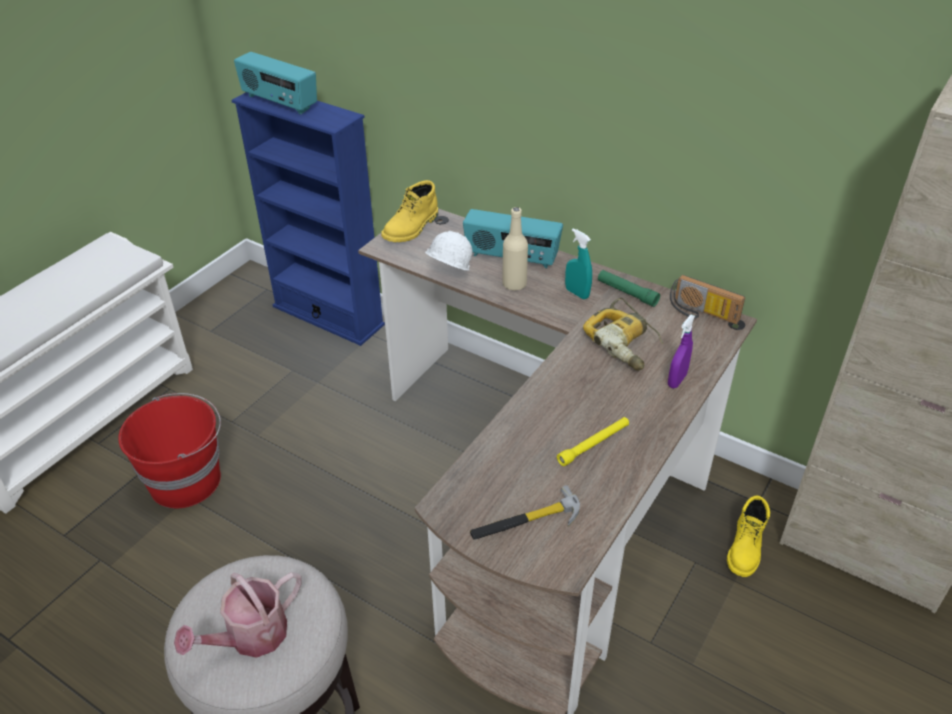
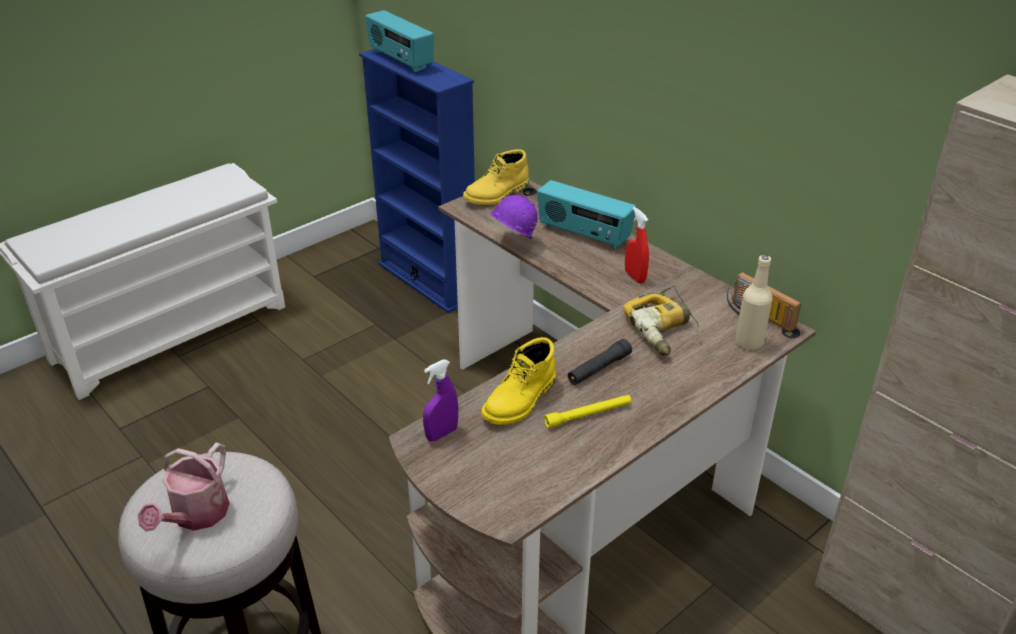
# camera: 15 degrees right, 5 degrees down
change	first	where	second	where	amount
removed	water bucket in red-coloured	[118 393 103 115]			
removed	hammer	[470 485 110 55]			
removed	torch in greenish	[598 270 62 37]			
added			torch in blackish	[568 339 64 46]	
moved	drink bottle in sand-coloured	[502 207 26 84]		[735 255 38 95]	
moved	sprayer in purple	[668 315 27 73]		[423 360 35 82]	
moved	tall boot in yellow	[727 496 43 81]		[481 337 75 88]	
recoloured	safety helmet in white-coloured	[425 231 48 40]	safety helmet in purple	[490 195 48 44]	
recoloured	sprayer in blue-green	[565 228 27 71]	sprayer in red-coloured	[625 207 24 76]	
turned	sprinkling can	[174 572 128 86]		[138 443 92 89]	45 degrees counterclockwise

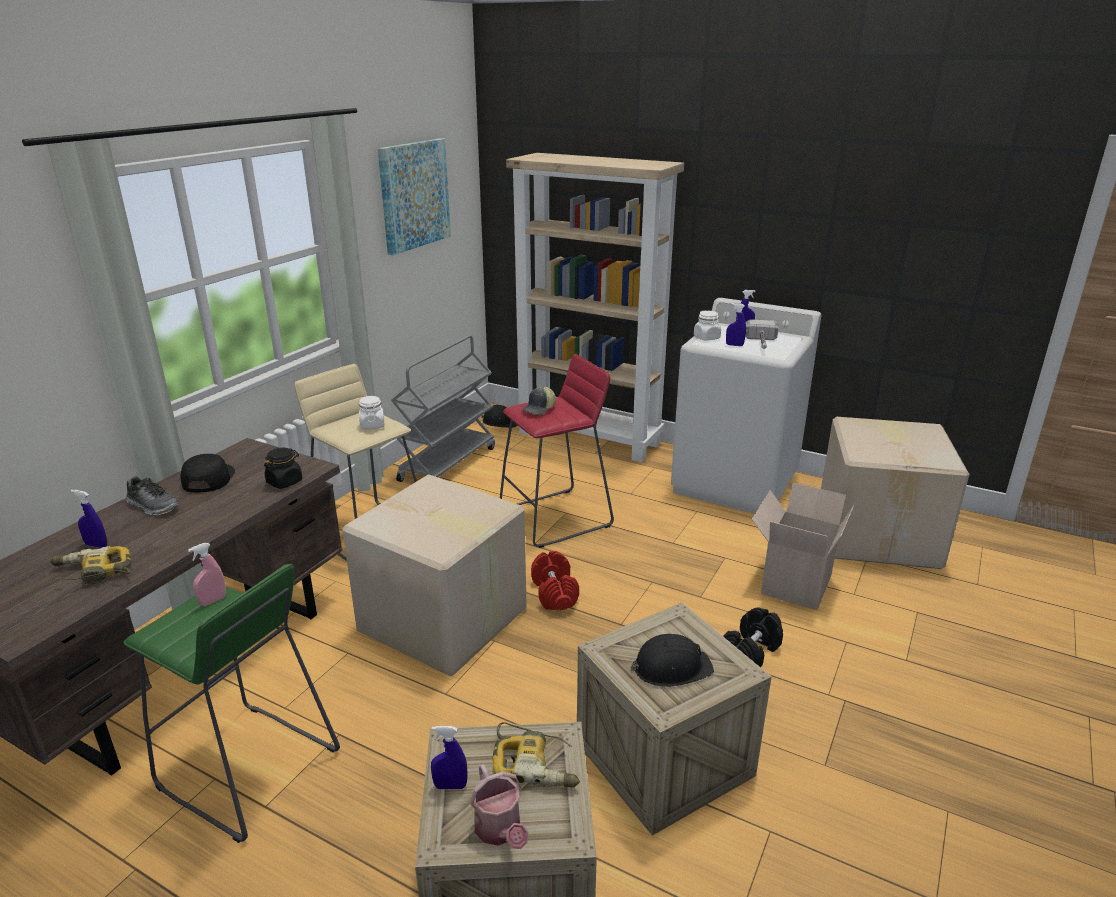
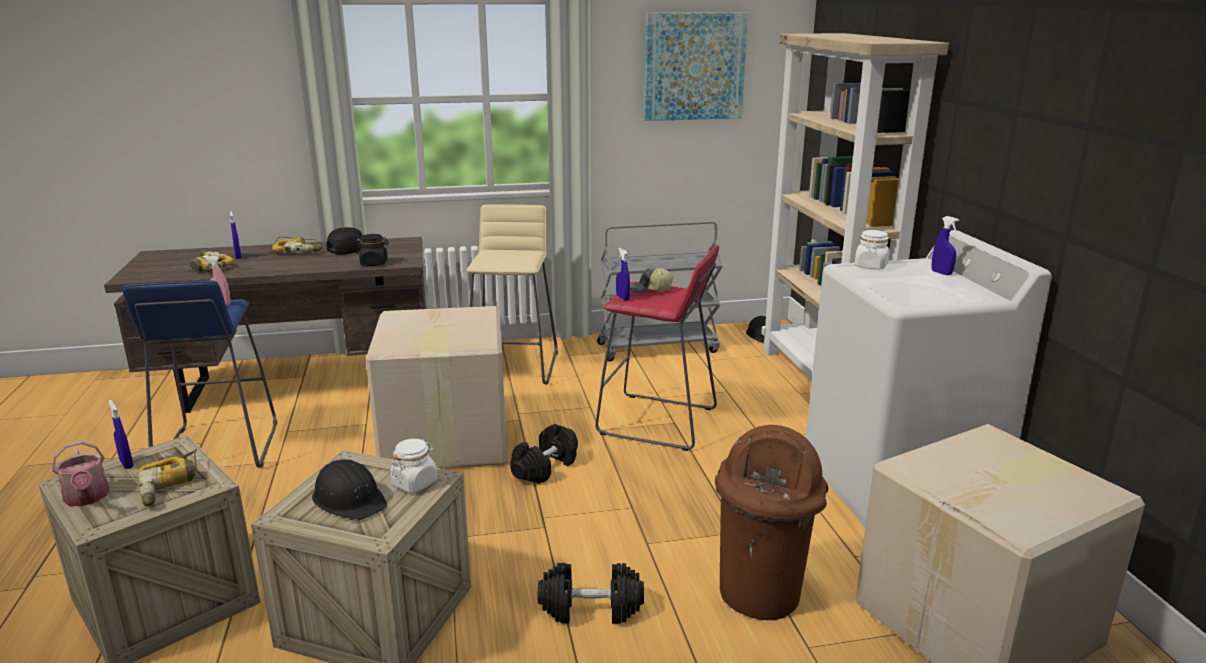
# camera: 50 degrees right, 5 degrees down
change	first	where	second	where	amount
removed	hammer	[745 319 34 30]			
moved	storage jar in white-coloured	[359 396 26 33]		[390 439 47 54]	
moved	sprayer in blue	[726 303 20 43]		[616 248 14 53]	
replaced	item of footwear	[126 476 53 39]	power drill	[272 236 51 17]	
replaced	cardboard box	[752 483 102 127]	trash can in brown	[715 425 113 195]	
recoloured	sitting stool in greenish	[124 564 216 279]	sitting stool in blue	[122 280 155 187]	
recoloured	hand weight in red-coloured	[531 551 48 59]	hand weight in blackish	[510 424 68 60]	
turned	sprinkling can	[470 764 58 85]		[52 441 58 65]	60 degrees counterclockwise

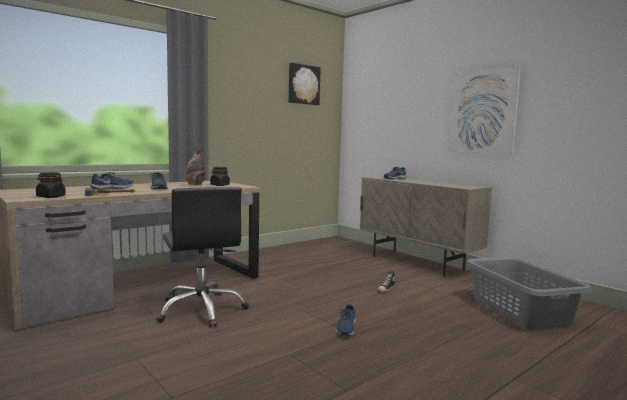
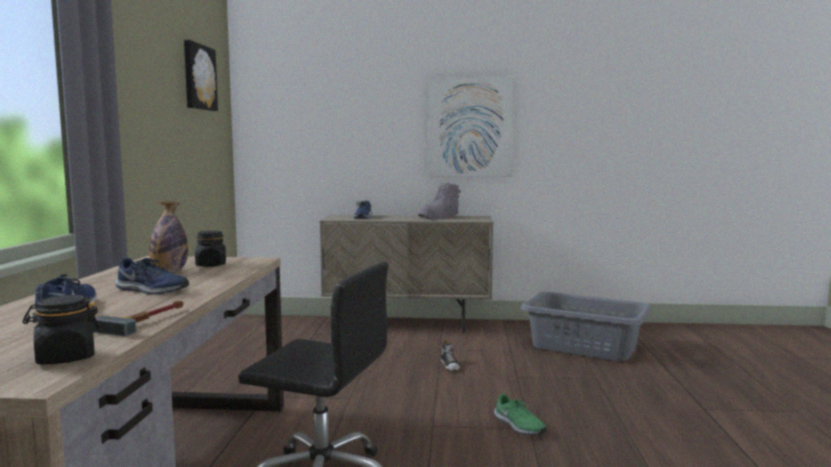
# camera: 45 degrees left, 0 degrees up
change	first	where	second	where	amount
added			tall boot in grey	[418 183 43 36]	
recoloured	item of footwear in blue	[336 304 20 32]	item of footwear in greenish	[494 394 53 41]	

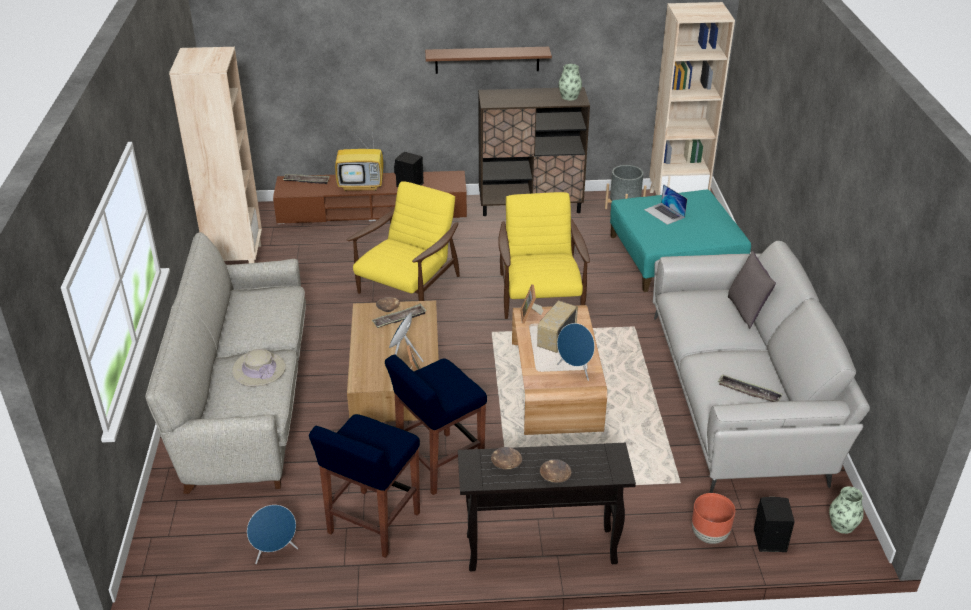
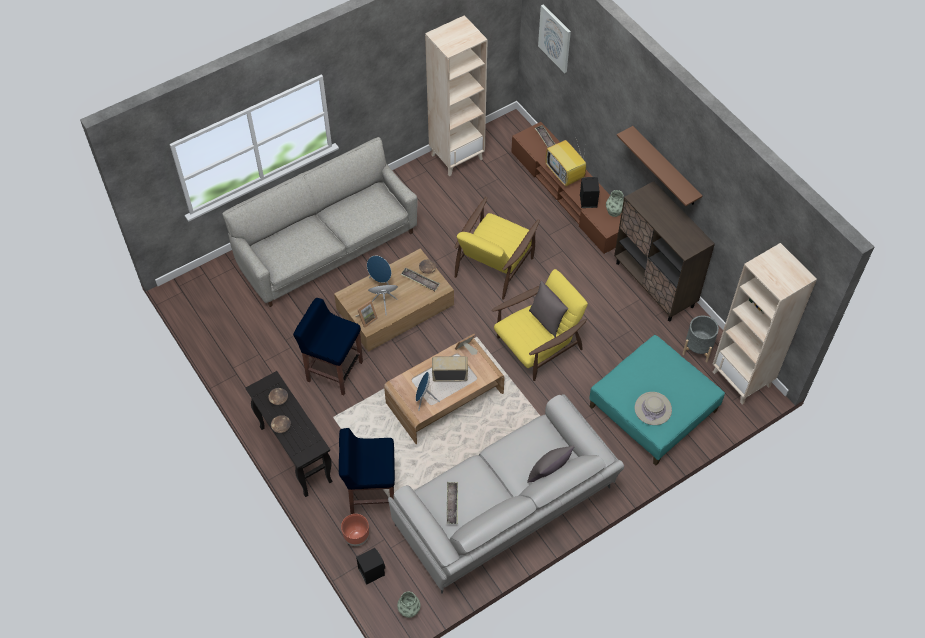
# camera: 60 degrees right, 20 degrees up
change	first	where	second	where	amount
removed	portable computer	[644 184 43 41]			
added			pillow in grey	[529 281 39 56]	
added			wall art	[538 4 33 69]	
moved	clothing hat in sand-coloured	[232 349 54 38]		[635 392 37 33]	
moved	audio speaker in blue	[247 505 51 59]		[367 255 24 30]	
moved	sitting stool in blue	[309 414 111 144]		[339 428 56 86]	
moved	vase	[559 64 23 36]		[606 190 18 27]	
turned	armchair in yellow	[347 181 113 120]		[455 197 85 103]	120 degrees clockwise

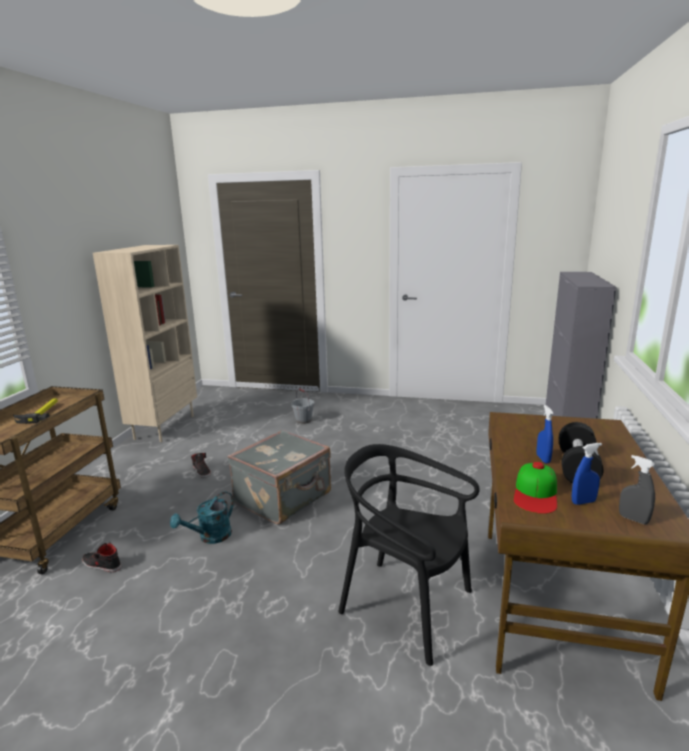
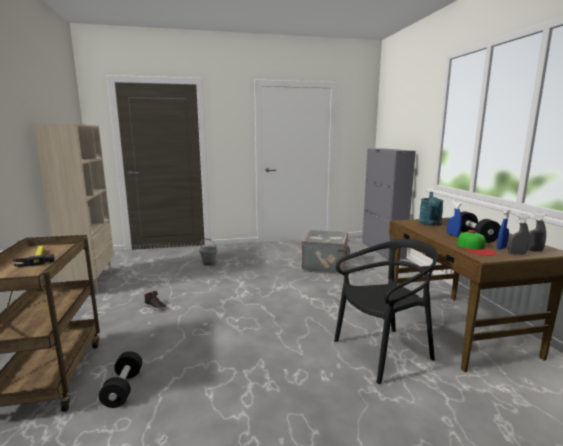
# camera: 25 degrees left, 5 degrees down
change	first	where	second	where	amount
added			sprayer in grey	[508 214 21 41]	
moved	sprinkling can in blue-green	[170 491 64 53]		[419 192 25 34]	
moved	travel case in grey	[228 430 103 94]		[302 230 48 44]	
replaced	item of footwear in blackish	[82 542 39 30]	hand weight in blackish	[99 351 43 57]	
turned	plain chair in blackish	[338 444 142 222]		[334 239 104 145]	150 degrees clockwise

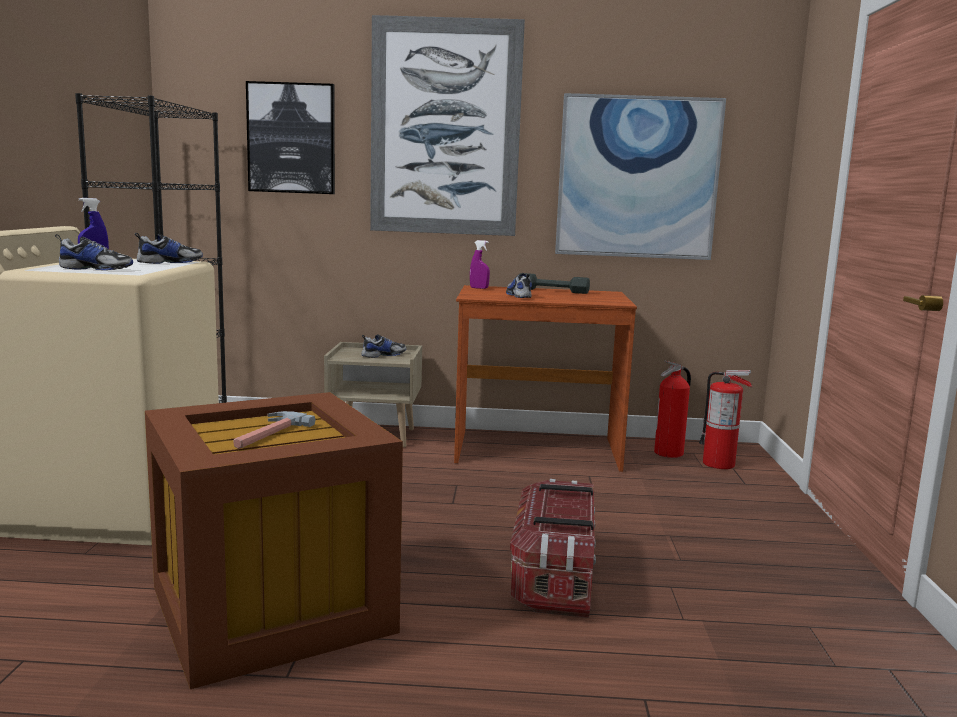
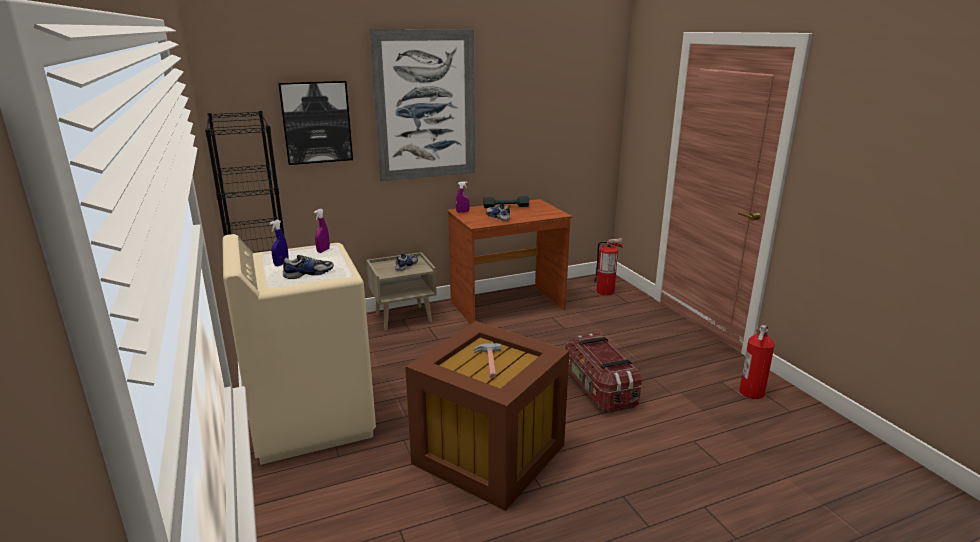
# camera: 25 degrees left, 10 degrees up
change	first	where	second	where	amount
removed	wall art	[555 93 171 167]			
moved	fire-fighting cylinder	[654 360 37 98]		[739 325 36 74]	
replaced	item of footwear	[135 233 68 31]	sprayer in purple	[314 209 16 44]	

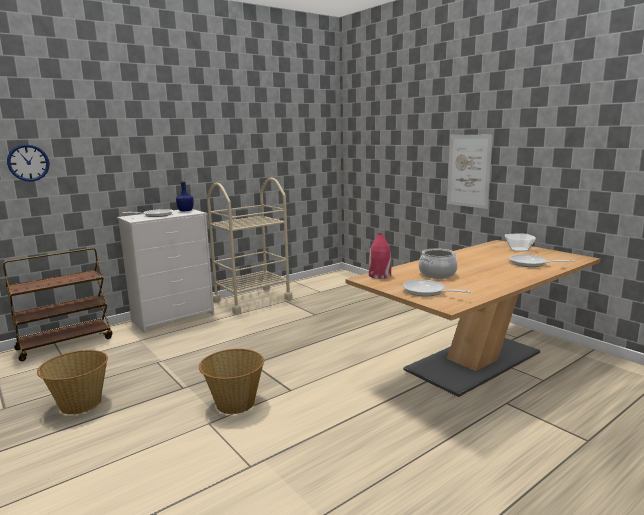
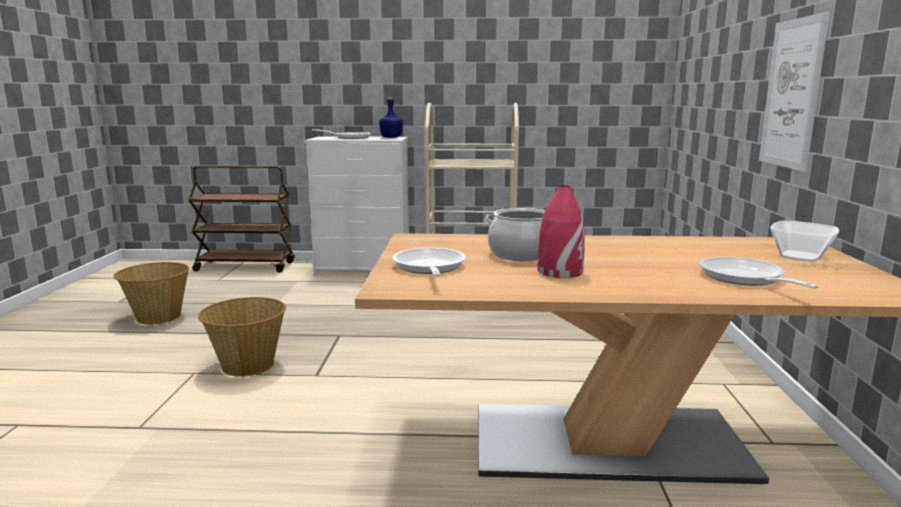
# camera: 40 degrees right, 0 degrees up
change	first	where	second	where	amount
removed	wall clock	[7 144 42 38]			
moved	vase in red-coloured	[369 233 22 46]		[538 185 47 93]	

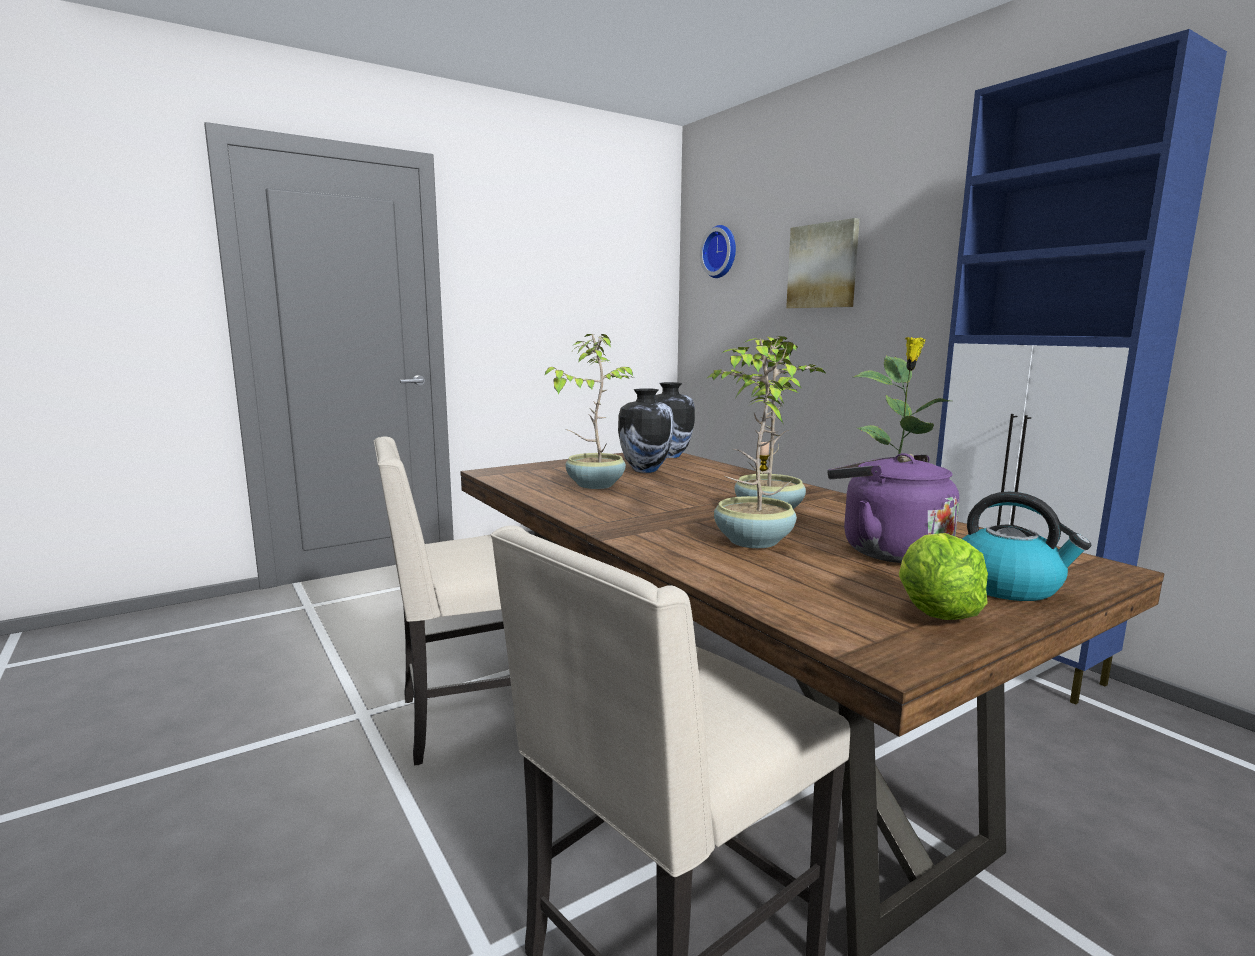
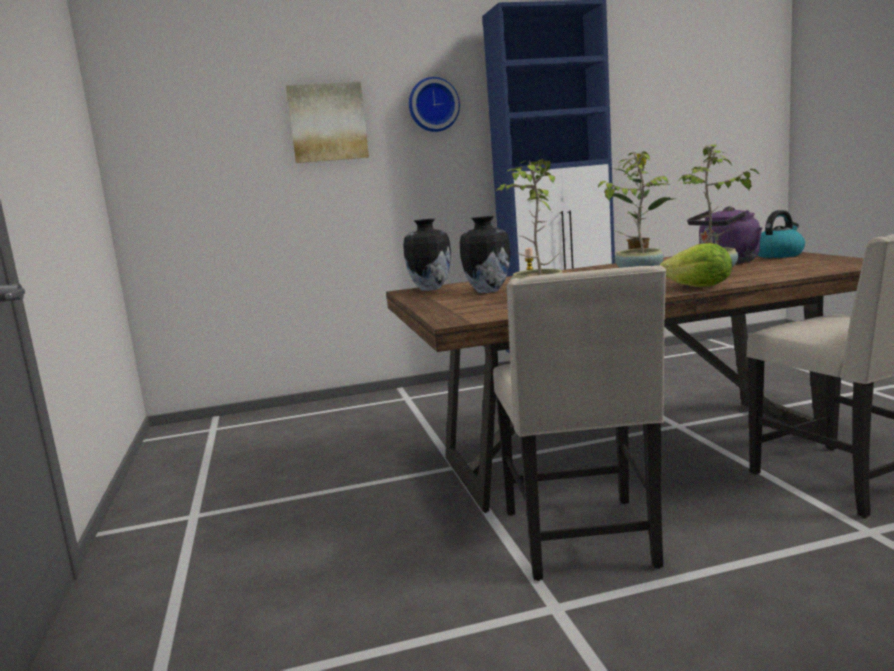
# camera: 70 degrees left, 0 degrees up
change	first	where	second	where	amount
moved	wall clock	[700 225 36 53]		[409 77 51 55]	
moved	head of lettuce	[899 533 89 87]		[660 243 72 44]	

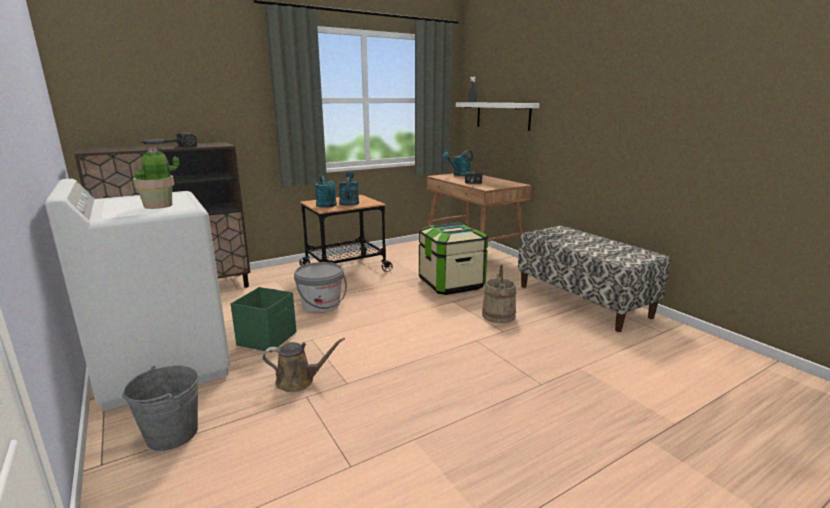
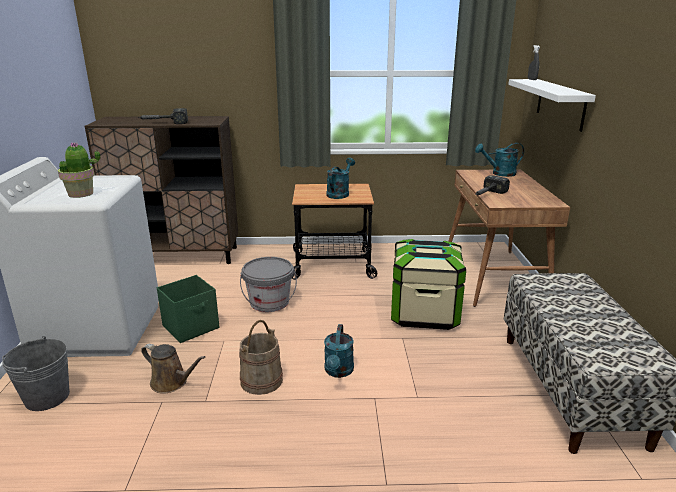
# camera: 30 degrees right, 5 degrees up
change	first	where	second	where	amount
moved	sprinkling can in blue-green	[315 176 22 32]		[324 324 30 54]	
moved	water bucket in sand-coloured	[482 264 34 59]		[239 320 44 75]	

